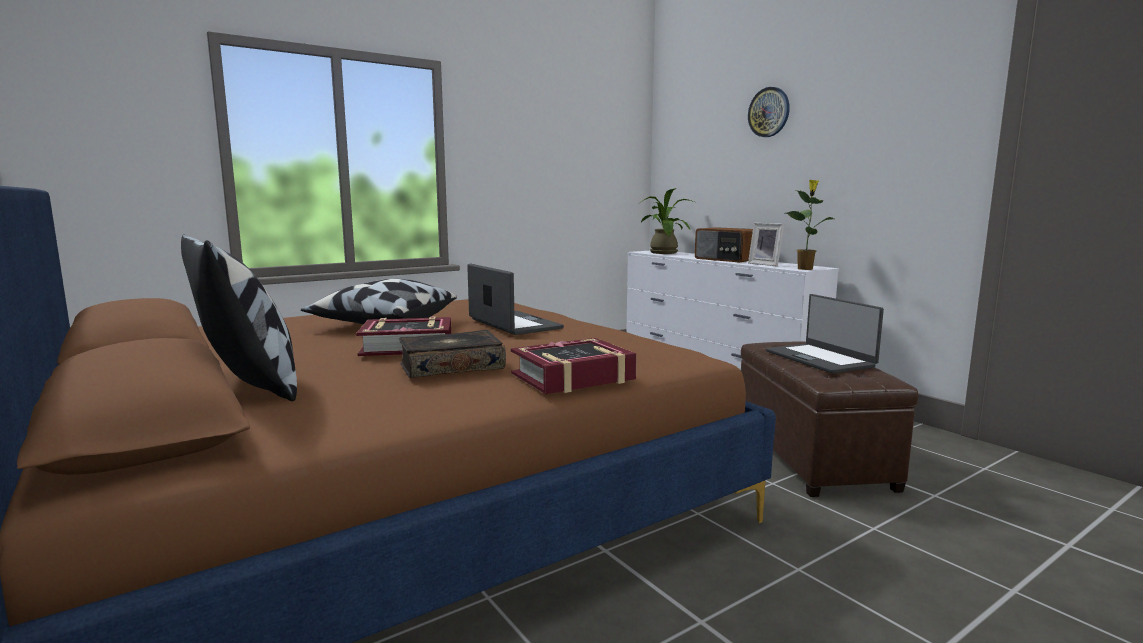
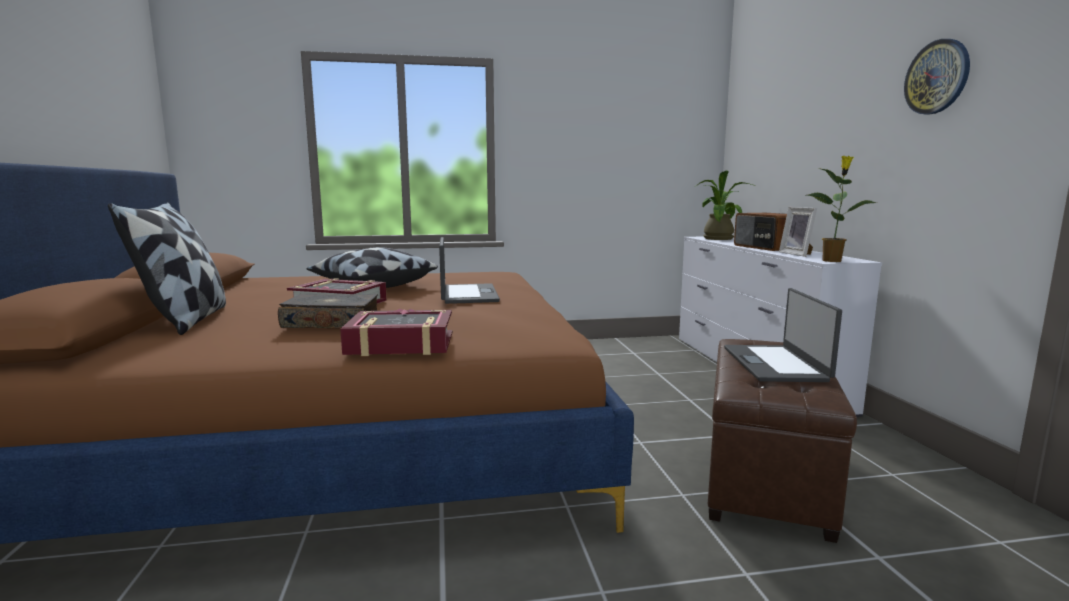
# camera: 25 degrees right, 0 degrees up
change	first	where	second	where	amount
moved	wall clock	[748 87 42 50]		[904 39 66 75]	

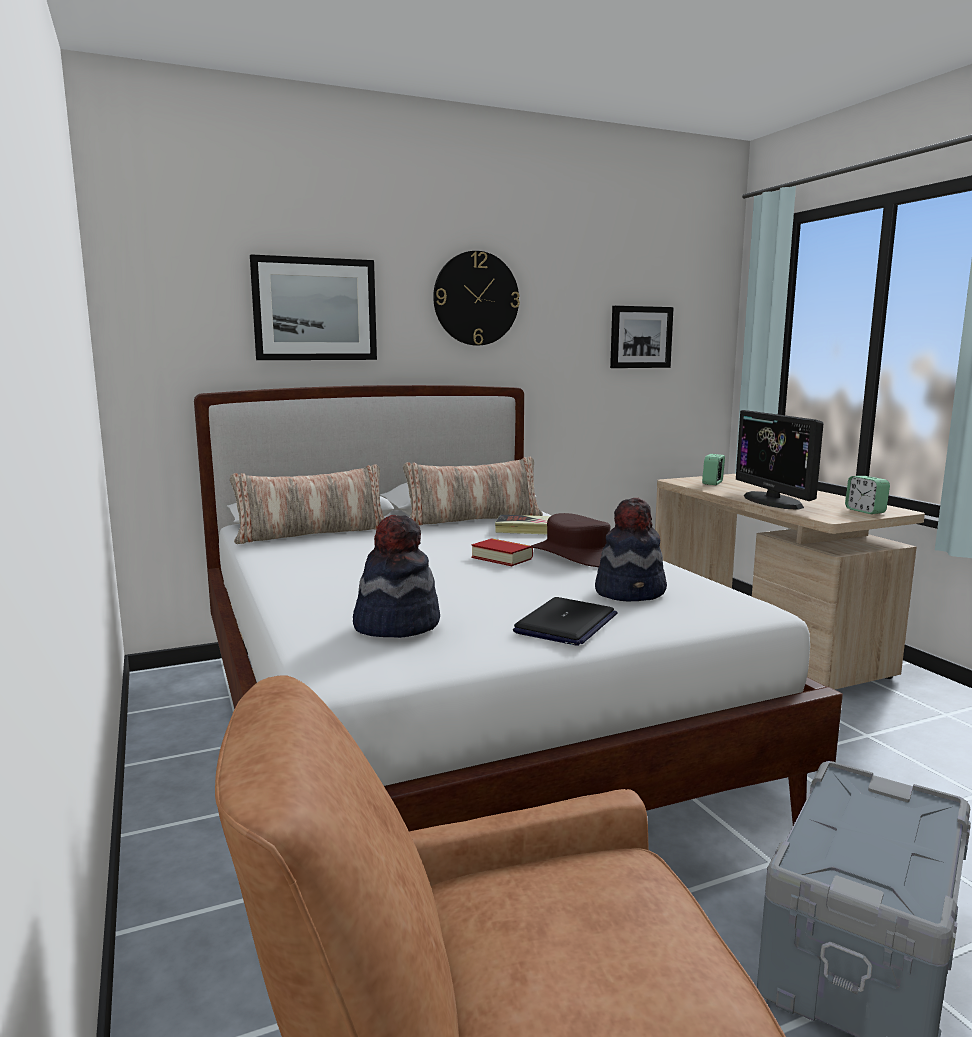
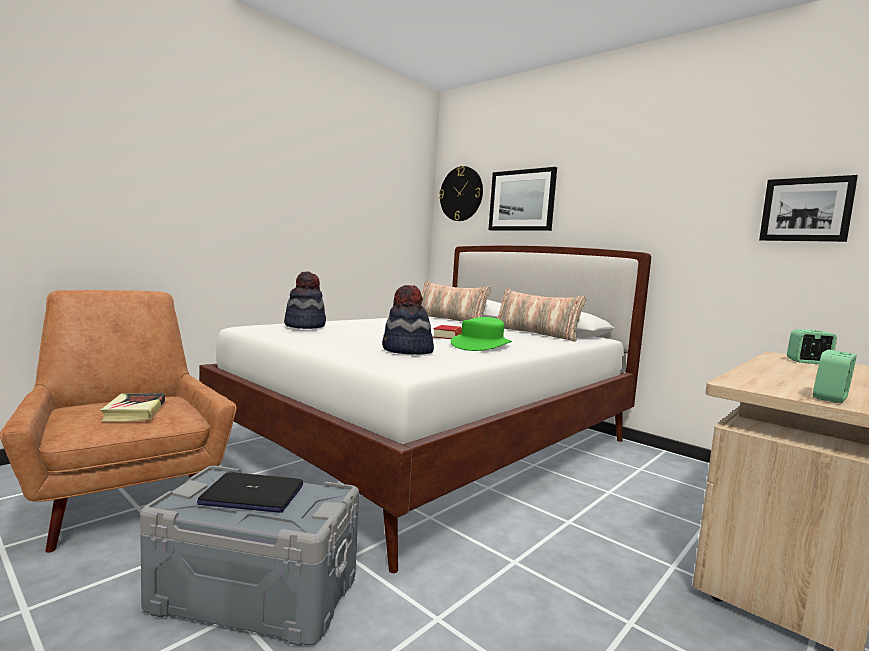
# camera: 65 degrees right, 5 degrees down
change	first	where	second	where	amount
removed	monitor	[736 410 87 100]			
moved	wall clock	[433 251 87 95]		[439 166 44 55]	
moved	bound book	[495 515 55 19]		[100 393 65 28]	
moved	portable computer	[513 597 104 49]		[197 472 106 41]	
recoloured	clothing hat in brown	[531 513 79 54]	clothing hat in greenish	[451 317 61 34]	

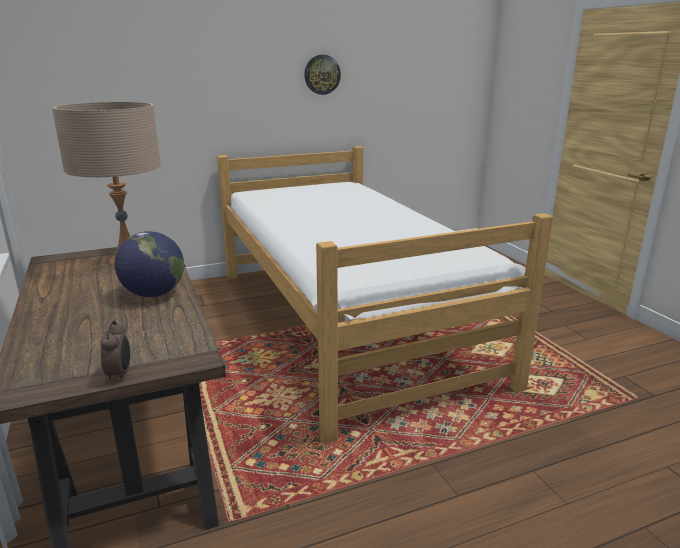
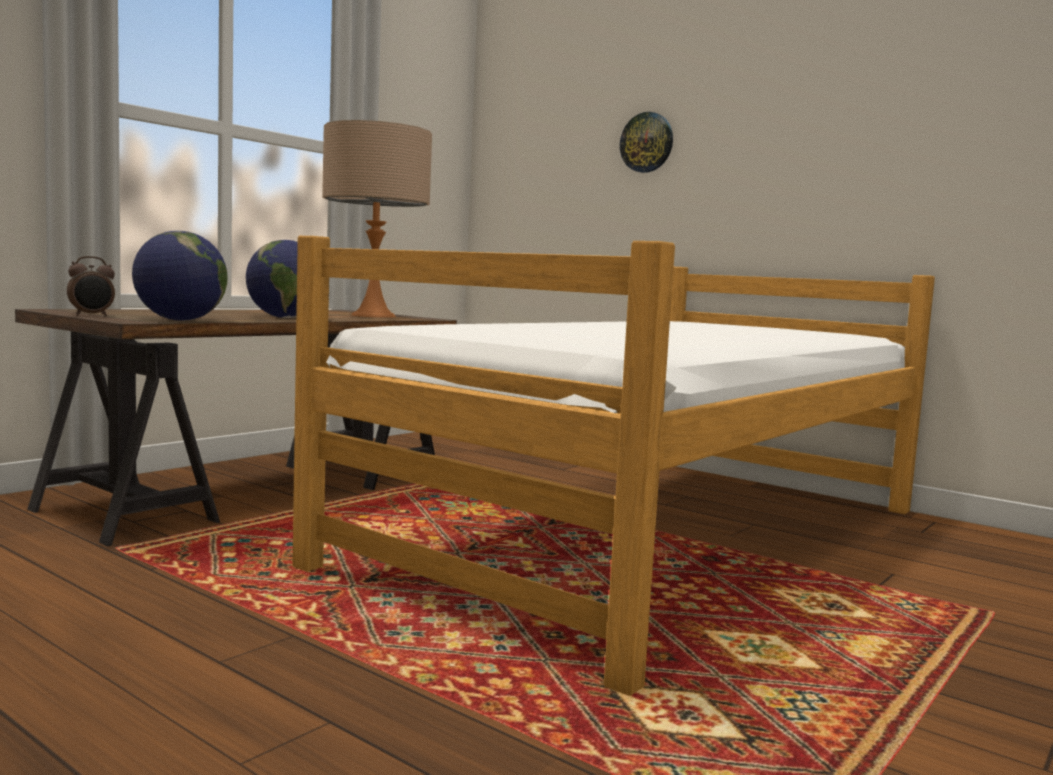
# camera: 60 degrees right, 15 degrees down
change	first	where	second	where	amount
added			desk globe	[132 231 96 90]	
moved	wall clock	[304 55 37 40]		[620 112 53 61]	

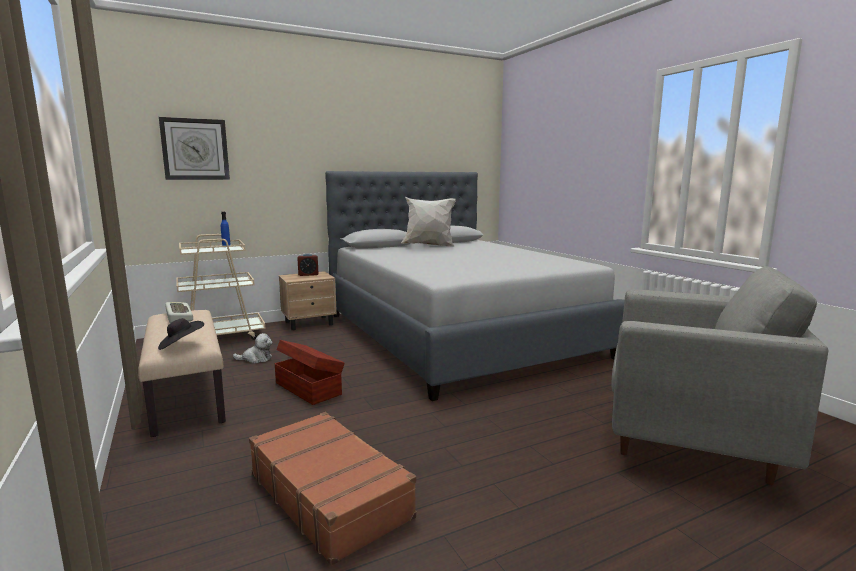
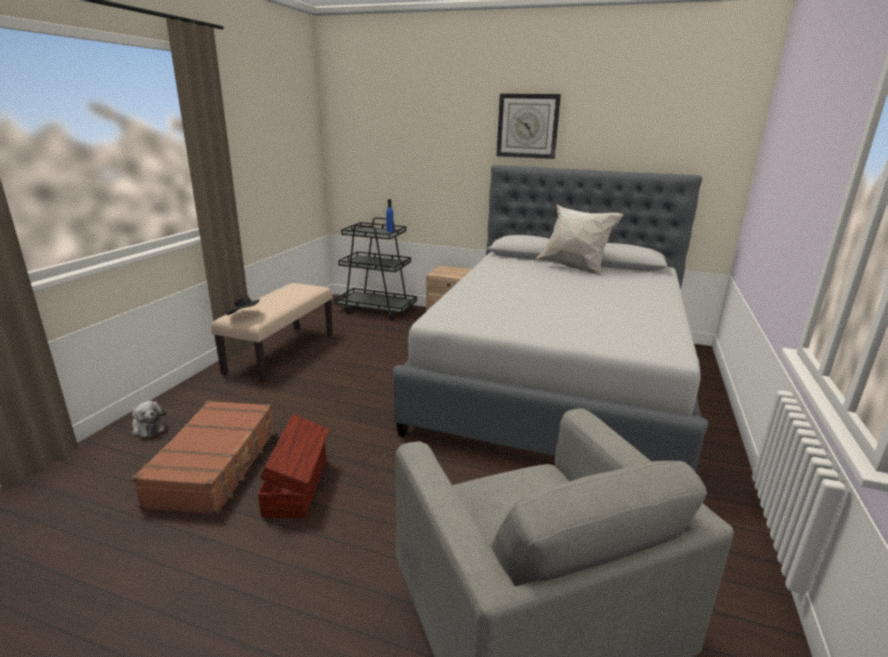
# camera: 45 degrees right, 10 degrees up
change	first	where	second	where	amount
removed	keyboard	[165 302 28 21]			
removed	alarm clock	[297 253 22 23]			
moved	wall clock	[159 117 71 63]		[496 93 65 66]	
moved	soft toy	[233 333 40 31]		[132 401 34 36]	
moved	storage box in brown	[274 340 70 65]		[258 414 71 104]	
recoloured	wheeled cart in sand-coloured	[176 234 89 106]	wheeled cart in blackish	[335 217 82 104]	

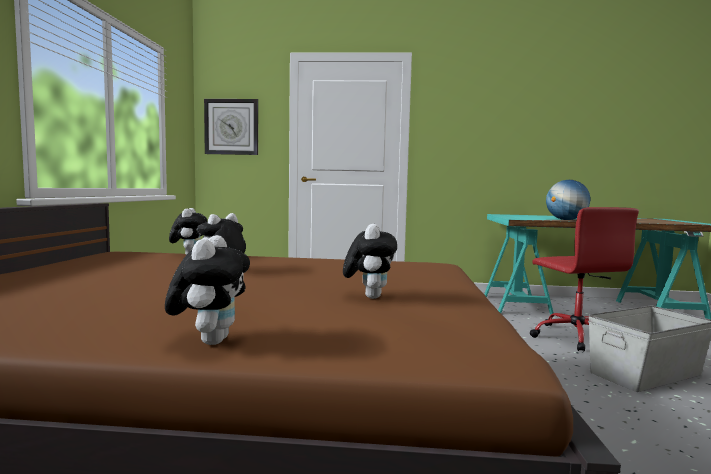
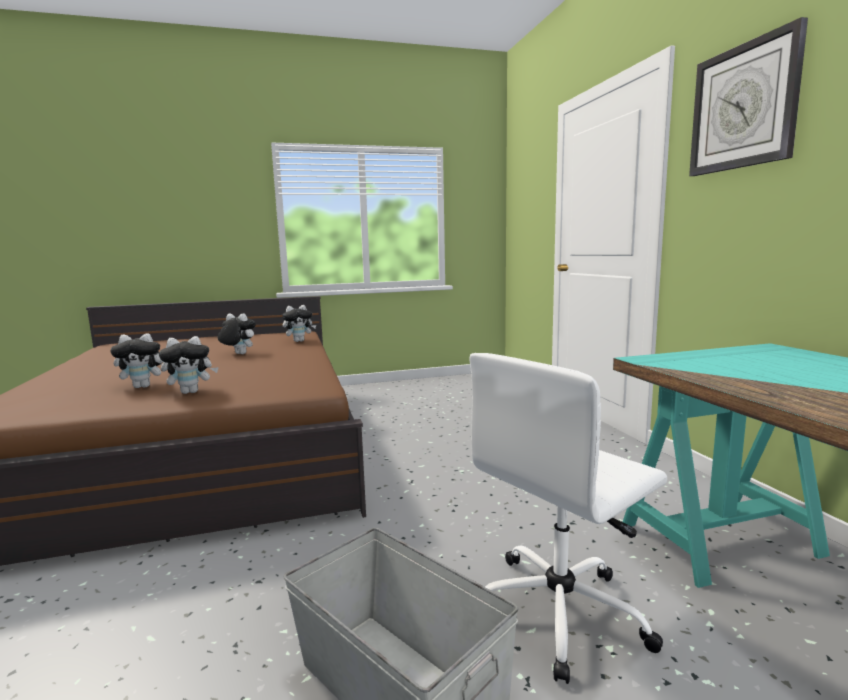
# camera: 70 degrees right, 5 degrees up
change	first	where	second	where	amount
removed	desk globe	[546 180 44 40]			
moved	soft toy	[165 235 85 110]		[159 336 60 58]	
moved	wall clock	[204 99 54 56]		[689 17 119 159]	
recoloured	desk chair in red-coloured	[530 207 109 145]	desk chair in white-coloured	[470 353 197 331]	

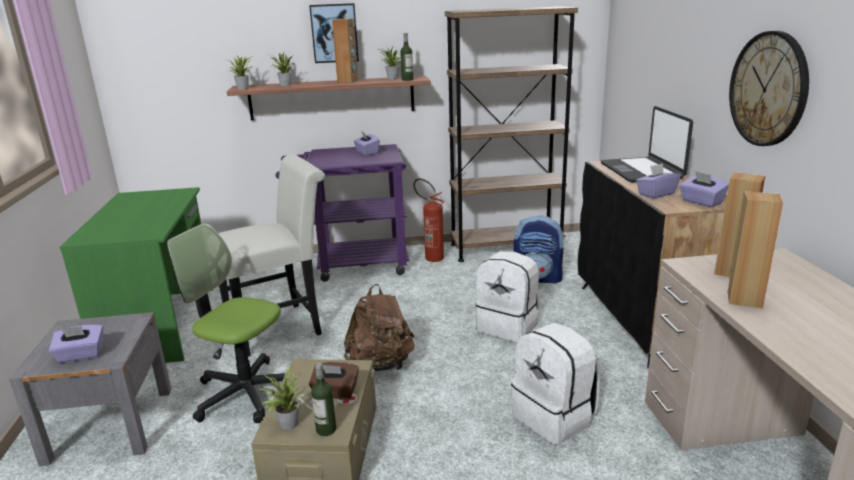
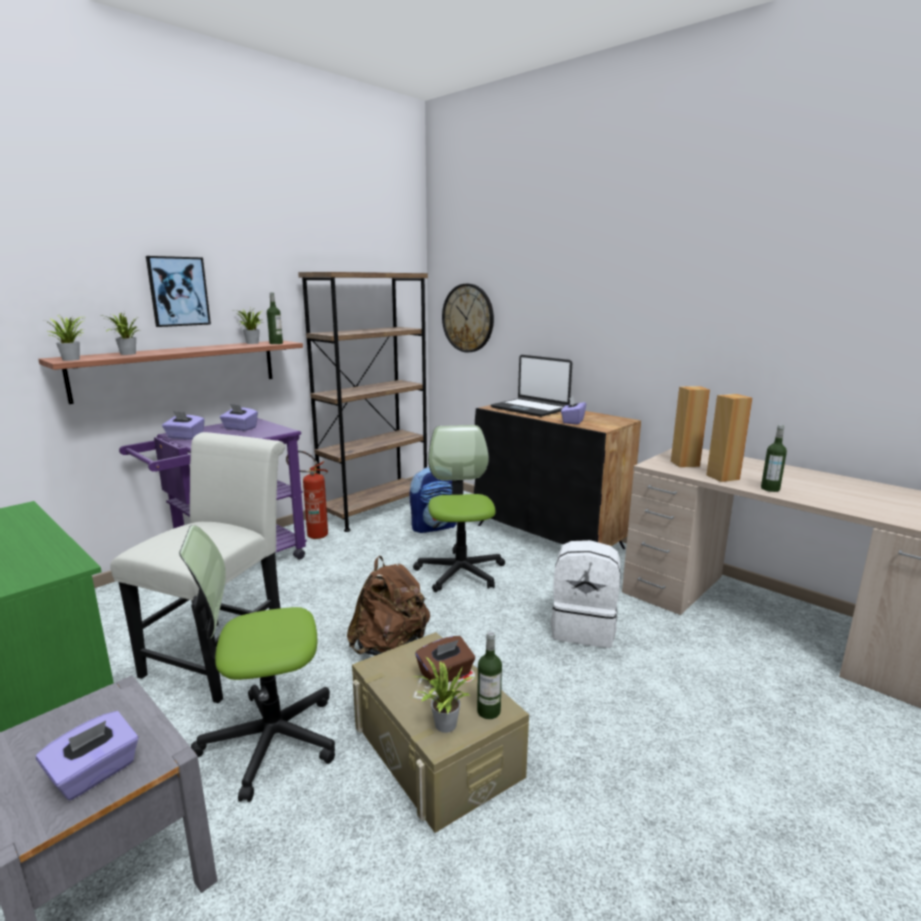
# camera: 40 degrees left, 5 degrees down
change	first	where	second	where	amount
removed	audio speaker in brown	[332 19 26 65]			
added			drink bottle	[761 425 26 67]	
moved	tissue holder in purple	[679 171 50 36]		[162 411 43 29]	
moved	wall clock	[729 31 80 115]		[442 284 52 68]	
replaced	knapsack in white-coloured	[475 251 64 91]	desk chair	[413 425 92 167]	

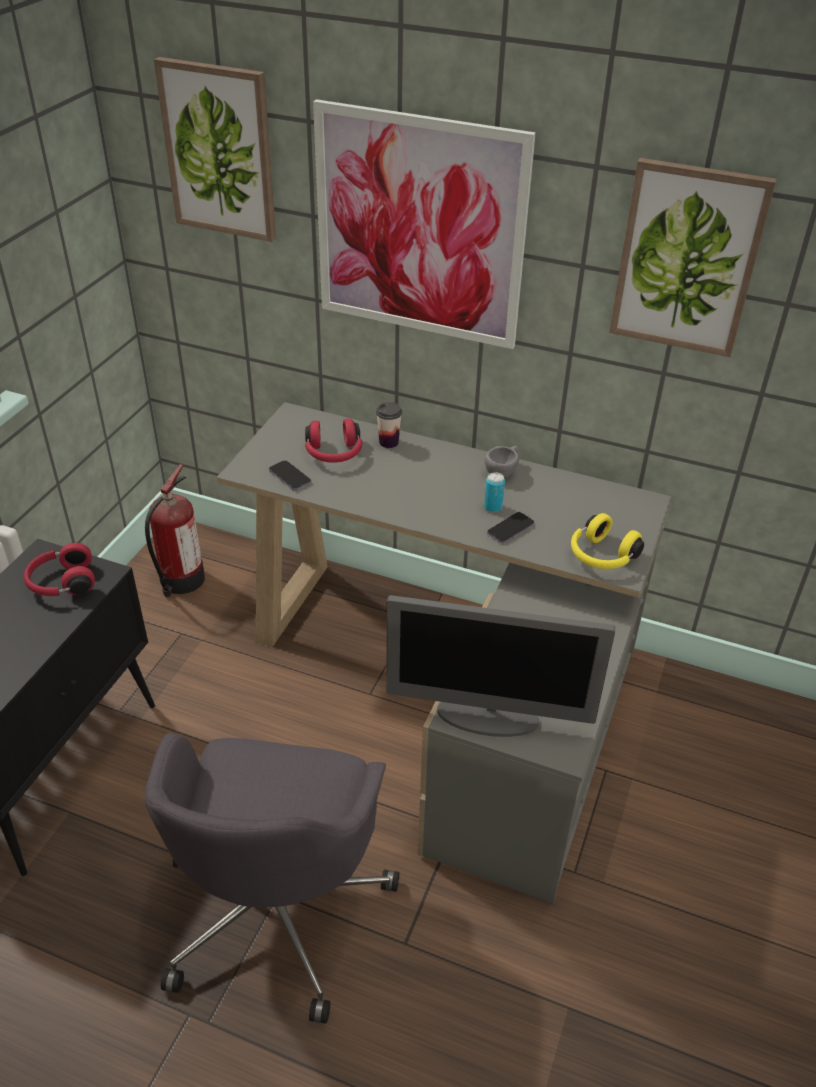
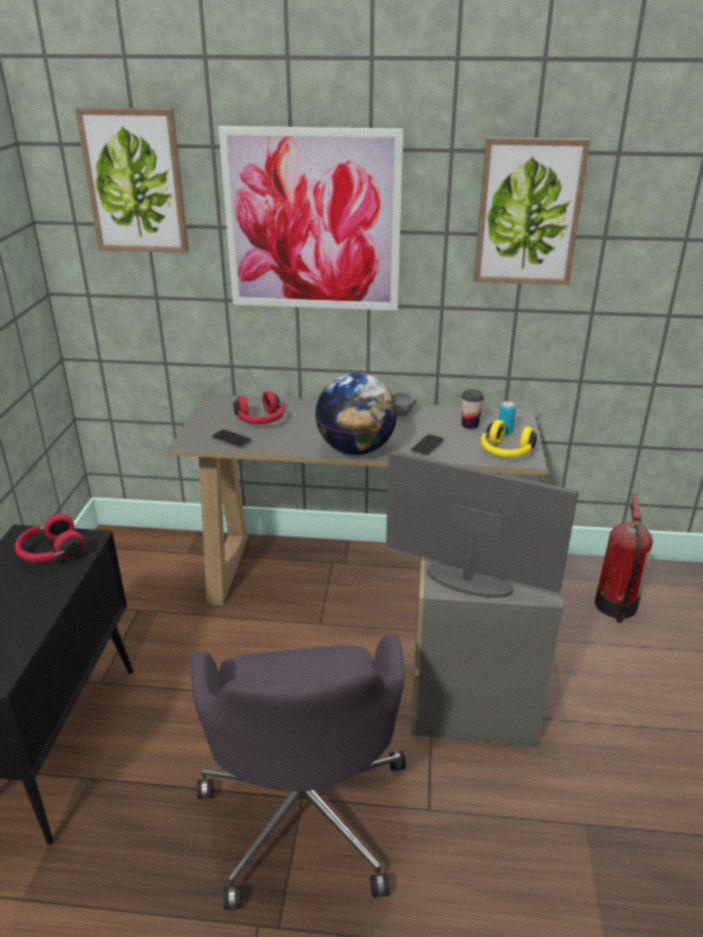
# camera: 15 degrees left, 10 degrees down
change	first	where	second	where	amount
added			desk globe	[315 373 83 82]	
moved	fire-fighting cylinder	[145 464 60 133]		[595 493 58 130]	
moved	cup	[376 402 26 46]		[461 389 23 40]	
moved	can	[484 472 21 40]		[499 401 17 34]	
turned	monitor	[386 595 229 142]		[386 451 192 147]	150 degrees counterclockwise

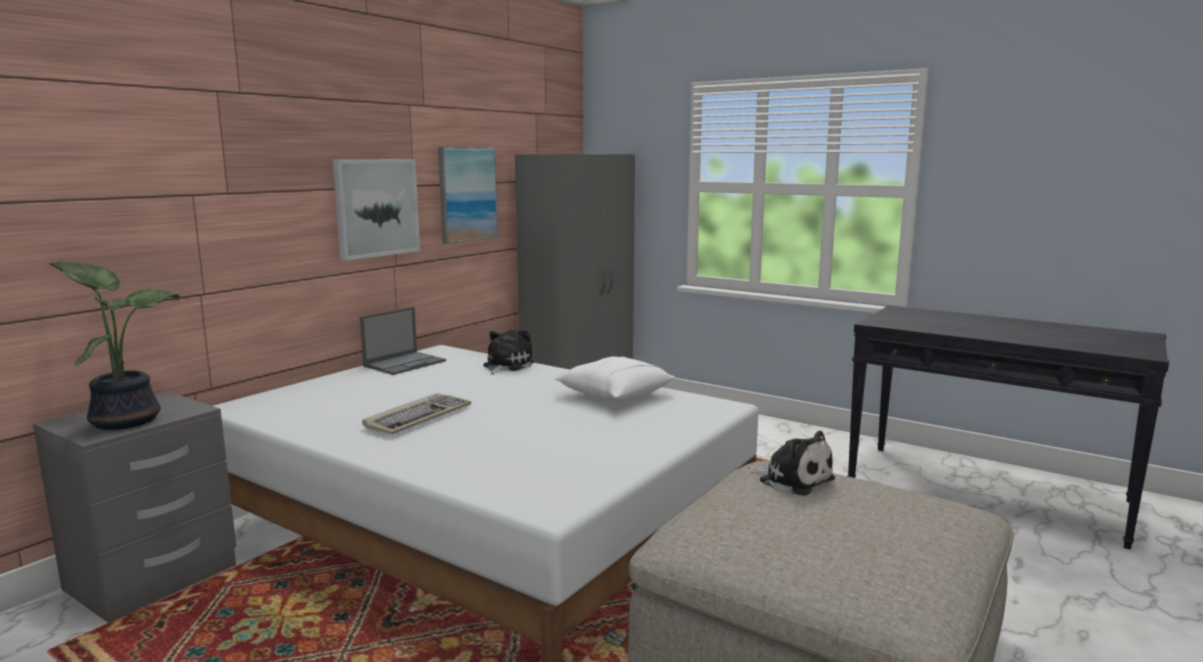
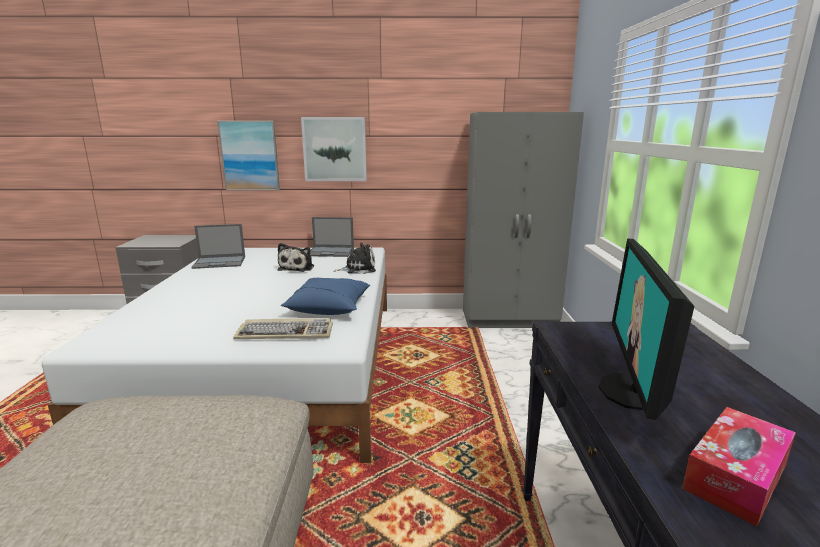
# camera: 55 degrees right, 5 degrees up
change	first	where	second	where	amount
removed	houseplant	[49 261 131 169]			
added			portable computer	[191 224 54 45]	
added			monitor	[598 238 96 182]	
added			tissue holder	[682 407 114 119]	
moved	keyboard	[362 393 109 42]		[233 318 100 21]	
moved	wall art	[438 147 60 97]		[217 121 63 69]	
moved	soft toy	[748 431 87 65]		[278 243 36 29]	
recoloured	pillow in white-coloured	[554 356 121 46]	pillow in blue	[281 278 89 37]	

